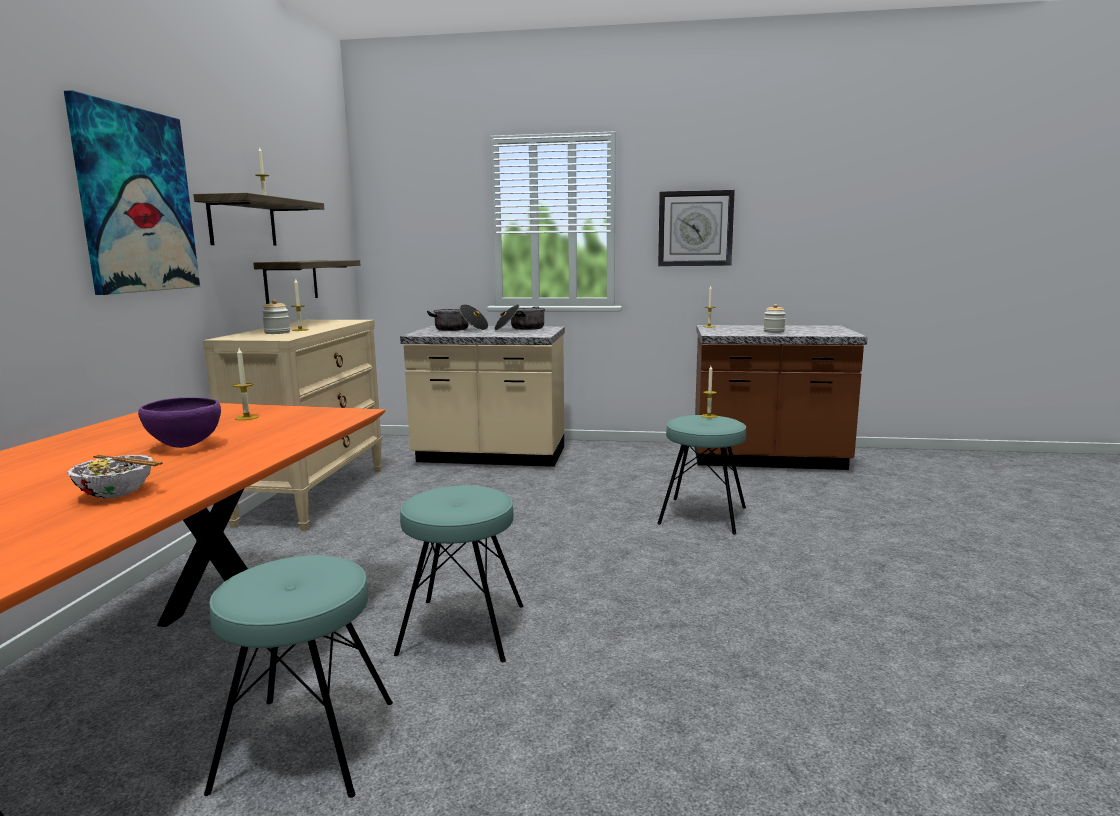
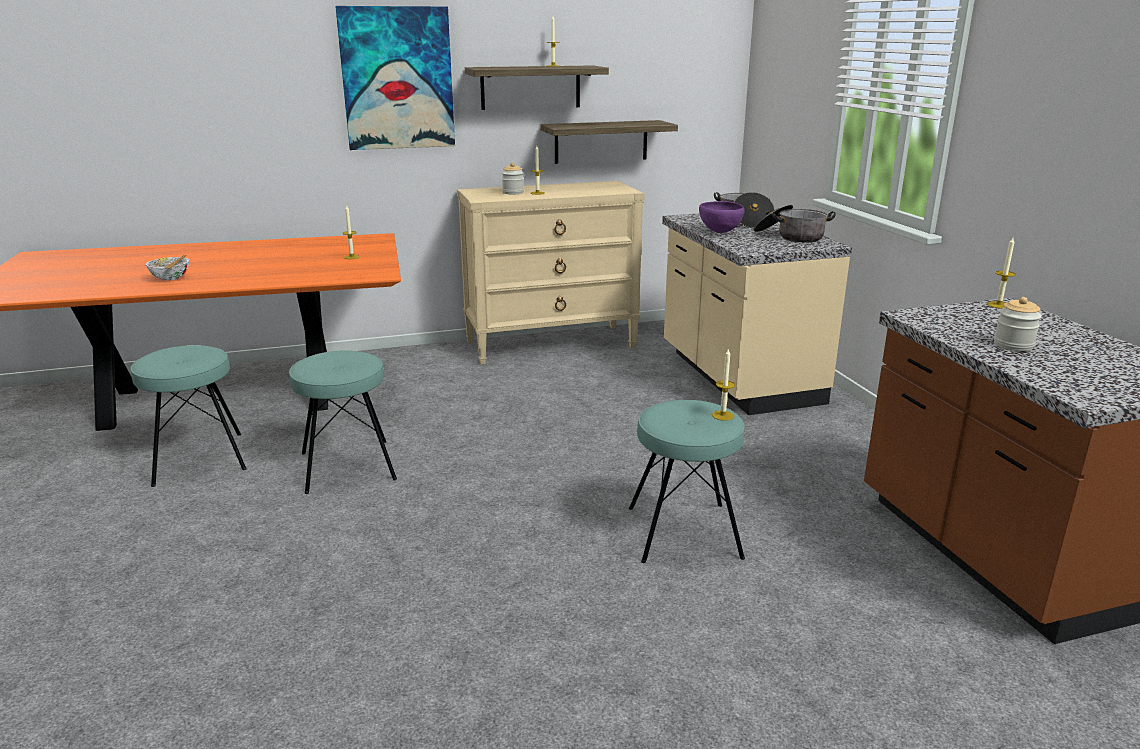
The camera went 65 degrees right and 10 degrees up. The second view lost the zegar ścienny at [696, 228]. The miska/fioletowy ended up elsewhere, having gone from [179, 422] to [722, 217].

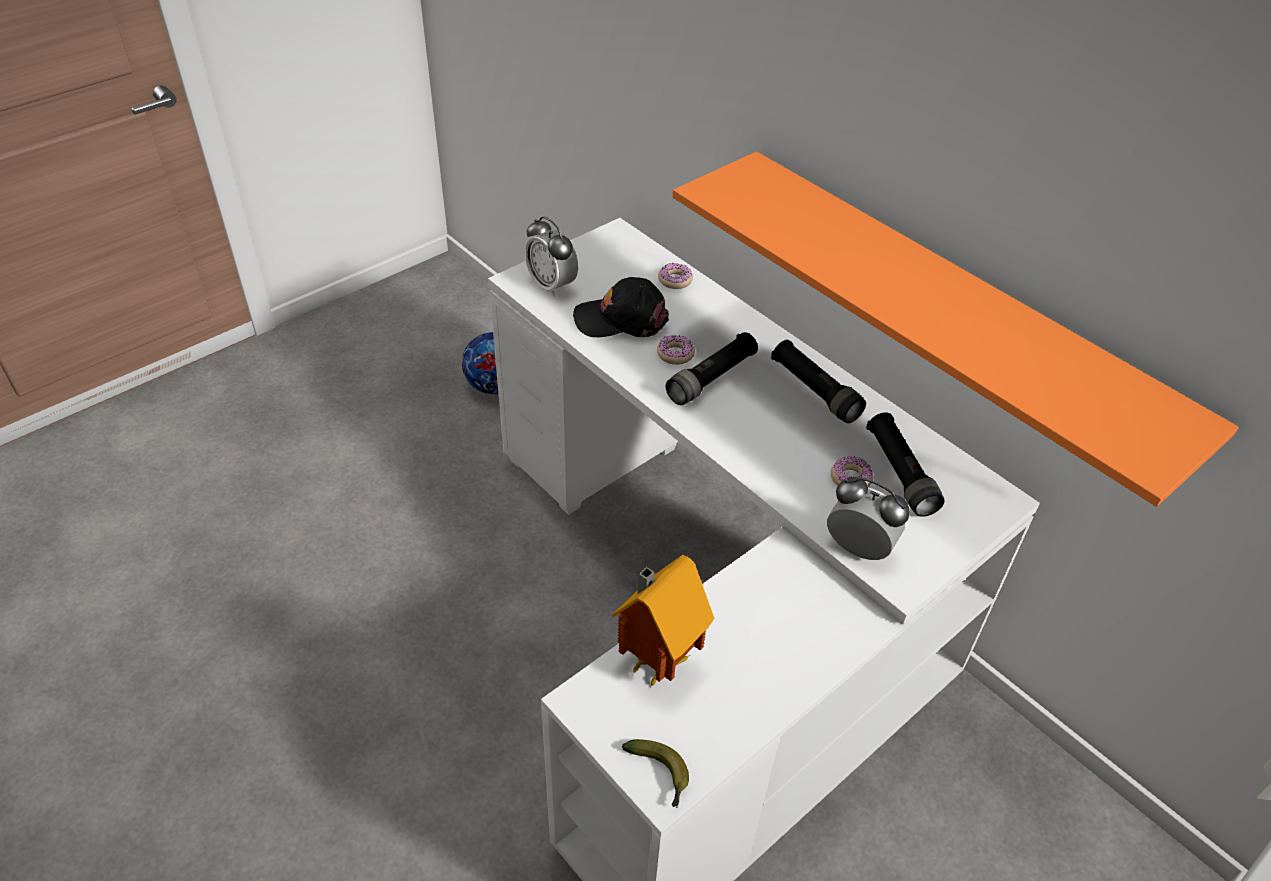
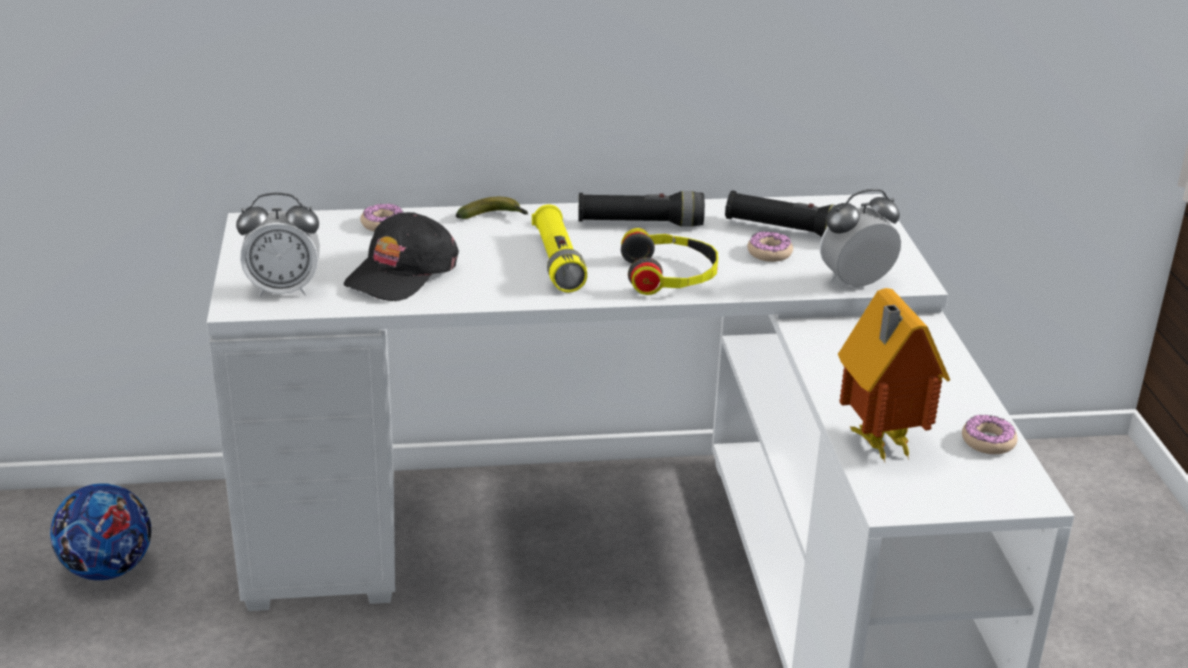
The camera went 55 degrees left and 15 degrees down. The second view lost the półka/pomarańczowy at [955, 329]. The second view gained the słuchawki at [669, 261]. The banan ended up elsewhere, having gone from [655, 773] to [492, 208]. The donut ended up elsewhere, having gone from [676, 350] to [990, 434]. What was the latarka/czarny at [712, 368] turned into the latarka/żółty at [559, 248].

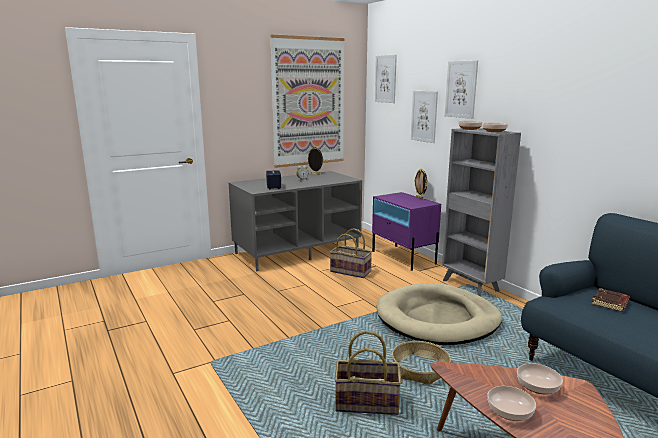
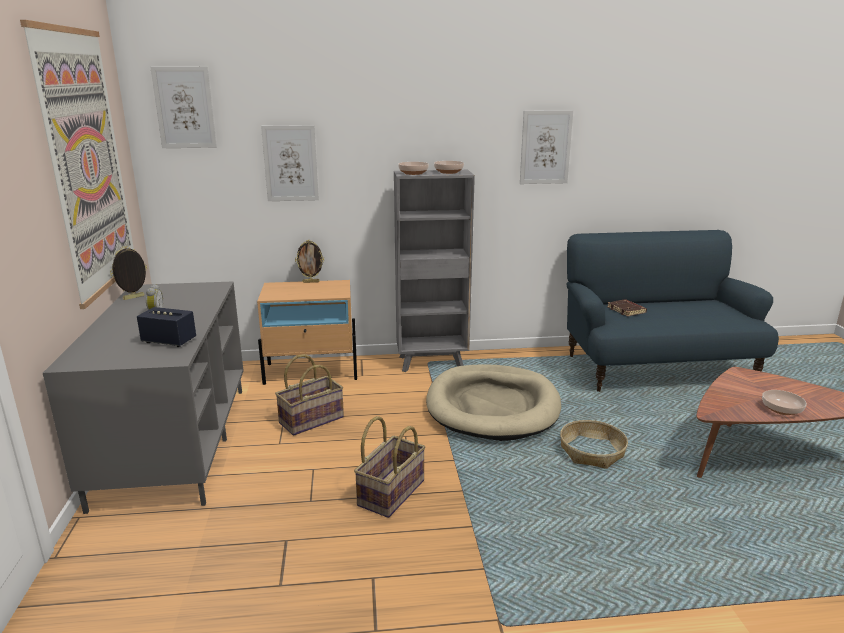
The camera went 65 degrees left and 5 degrees up. The second view lost the miska at [540, 378]. The koszyk ended up elsewhere, having gone from [368, 372] to [390, 467]. The obraz ended up elsewhere, having gone from [461, 89] to [546, 147]. What was the szafka nocna/fioletowy at [406, 231] turned into the szafka nocna/beżowy at [307, 332].

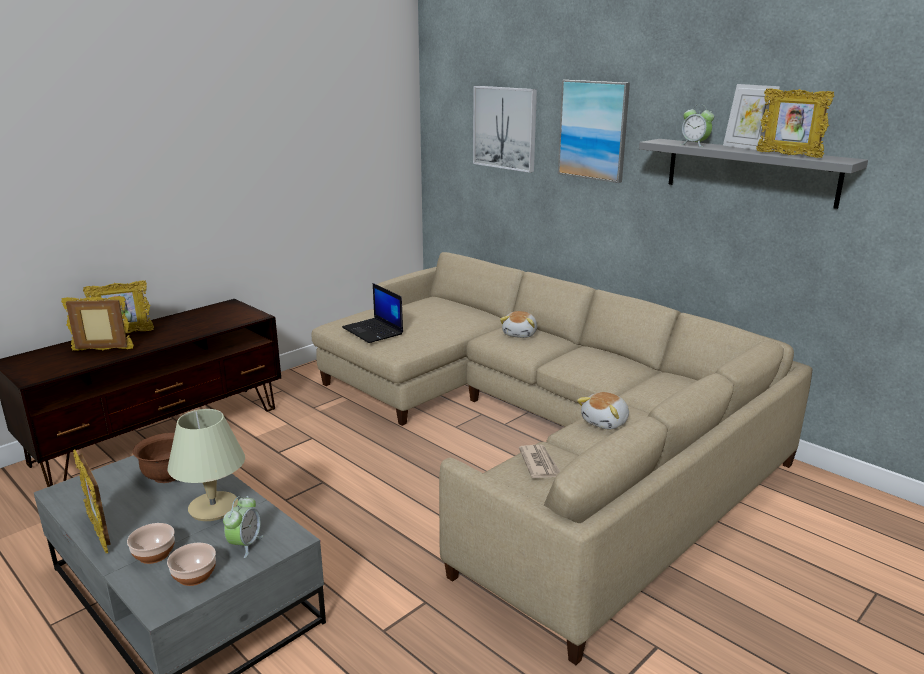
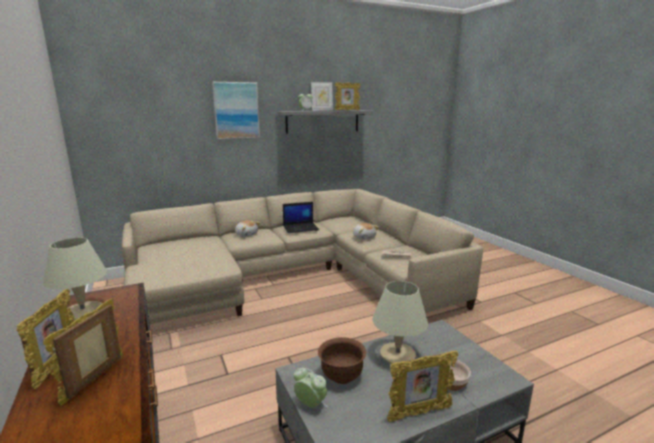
The camera went 70 degrees left and 5 degrees down. The second view lost the miska at [191, 564]. The second view lost the obraz at [505, 129]. The second view gained the lampa stołowa/beżowy at [75, 278]. The budzik ended up elsewhere, having gone from [243, 527] to [311, 388]. The laptop ended up elsewhere, having gone from [372, 313] to [301, 217].

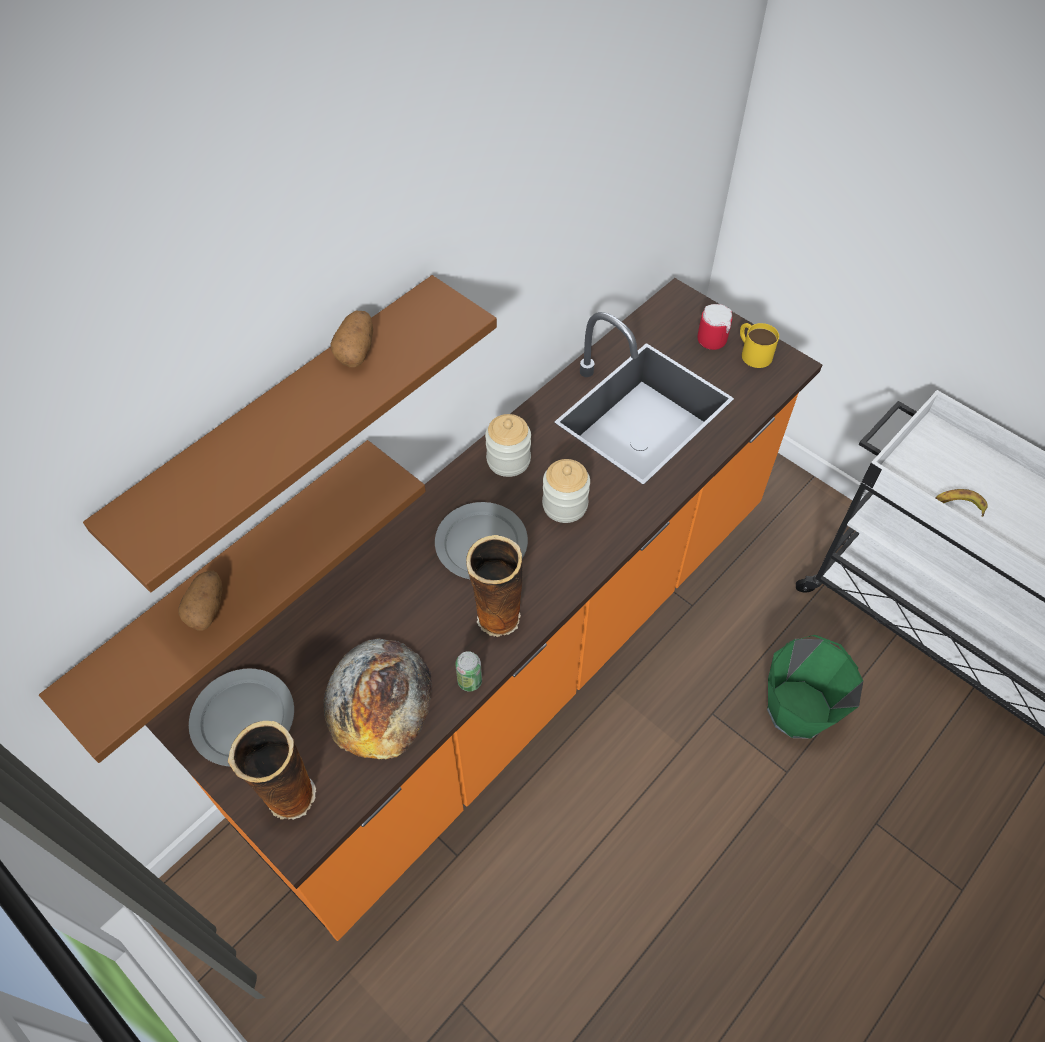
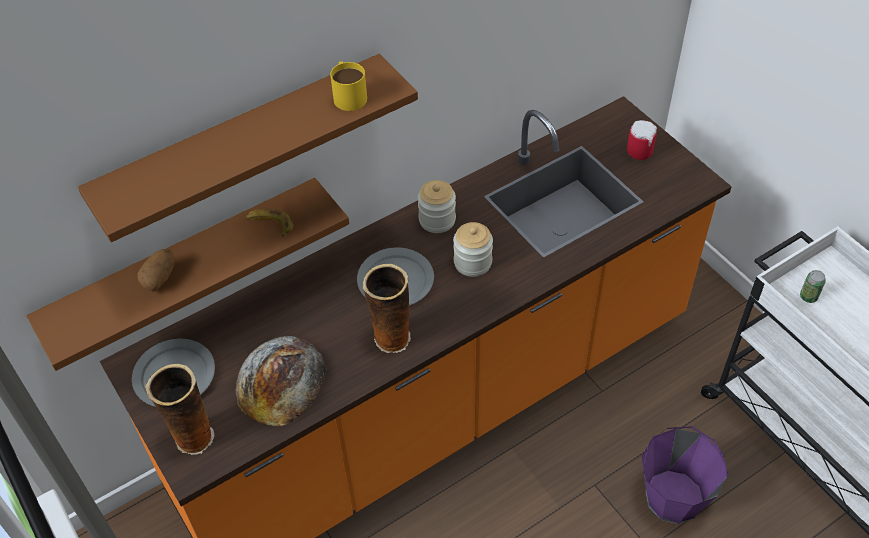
The camera went 15 degrees right and 5 degrees down. The second view lost the ziemniak at [351, 339]. The puszka ended up elsewhere, having gone from [468, 671] to [813, 286]. The kubek/żółty ended up elsewhere, having gone from [759, 345] to [348, 86]. The banan ended up elsewhere, having gone from [961, 503] to [269, 223]. What was the wiadro/zielony at [815, 687] turned into the wiadro/fioletowy at [684, 475].

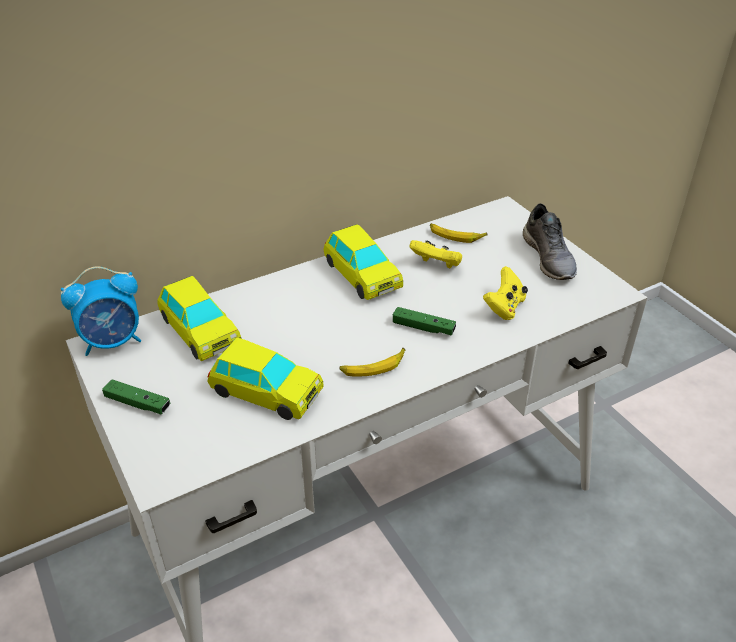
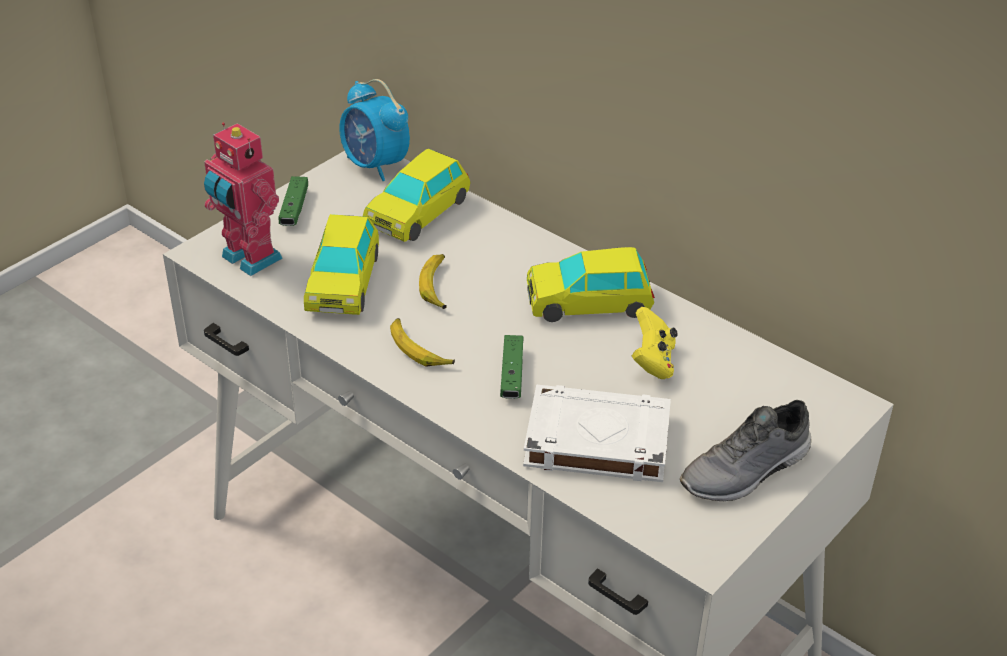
The camera went 70 degrees right and 0 degrees up. The second view gained the robot zabawkowy at [243, 199]. The banan ended up elsewhere, having gone from [458, 233] to [433, 281]. Where the pad do gier/żółty stood at [505, 293], the książka/biały came to stand at [597, 433]. The samochodzik at [363, 262] ended up facing another way, 45 degrees clockwise from before.

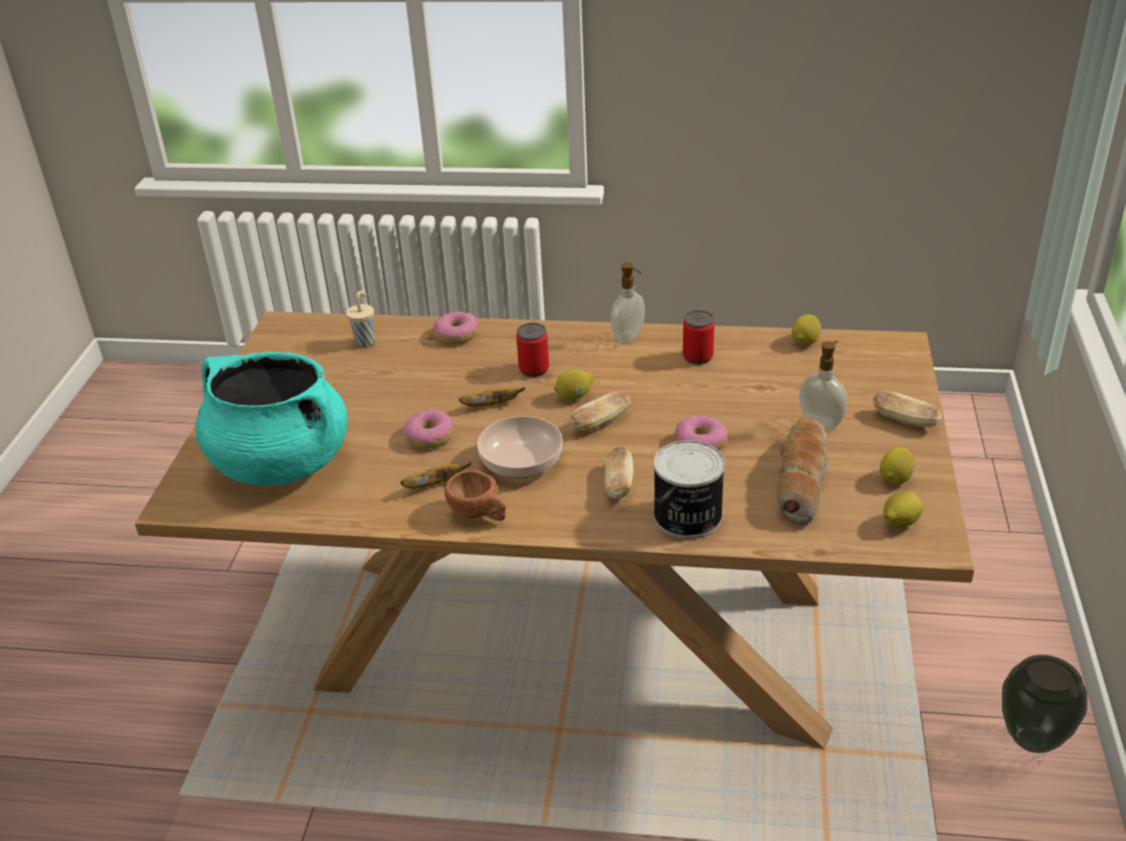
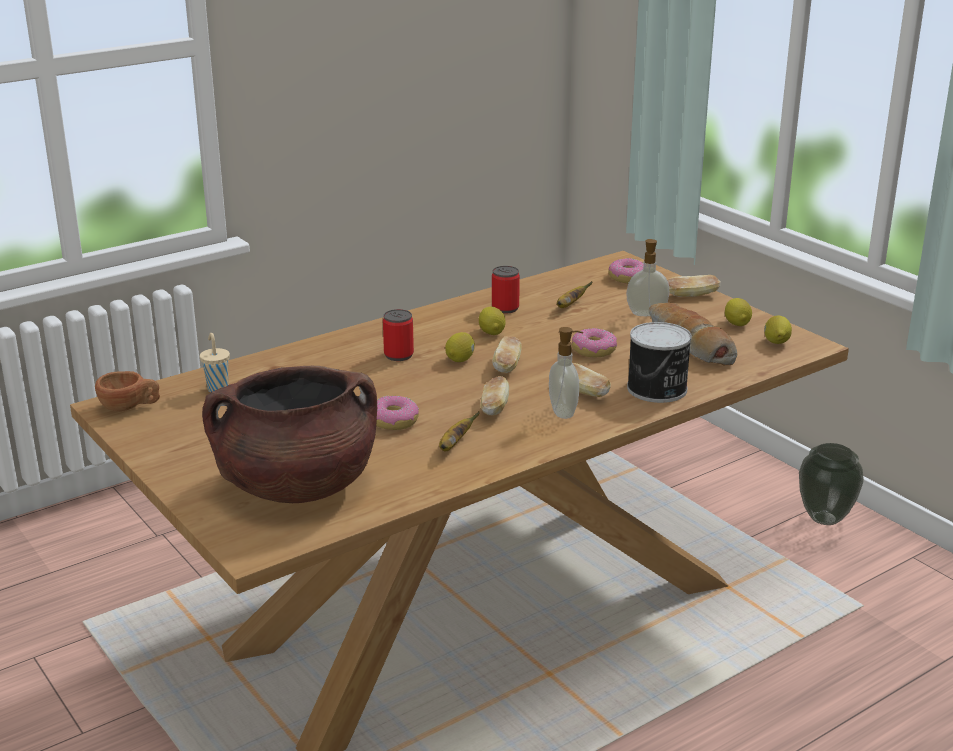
The camera went 45 degrees left and 10 degrees down. The donut ended up elsewhere, having gone from [455, 327] to [626, 271]. The filiżanka/brązowy ended up elsewhere, having gone from [475, 495] to [127, 391]. The banan ended up elsewhere, having gone from [492, 397] to [575, 294]. The dozownik mydła ended up elsewhere, having gone from [628, 303] to [566, 373]. The cytryna ended up elsewhere, having gone from [806, 330] to [492, 321]. Where the miska stood at [520, 447], the chleb came to stand at [494, 395]. What was the garnek/turkusowy at [271, 419] turned into the garnek/brązowy at [289, 434].

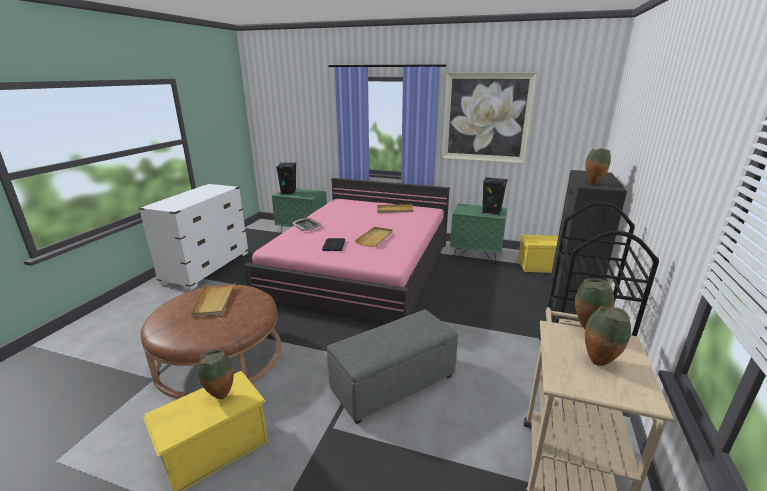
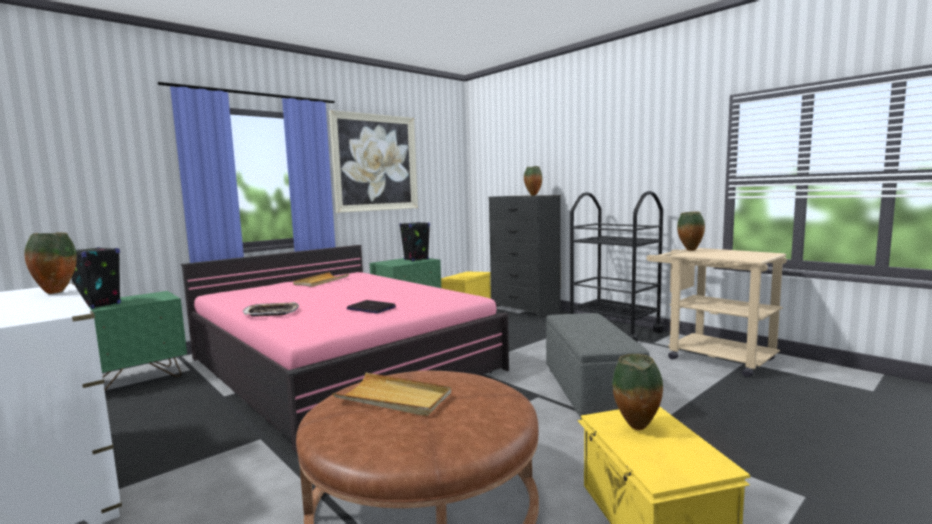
The camera went 60 degrees left and 15 degrees down. The second view lost the taca/beżowy at [374, 237]. The wazon ended up elsewhere, having gone from [608, 336] to [50, 263].

